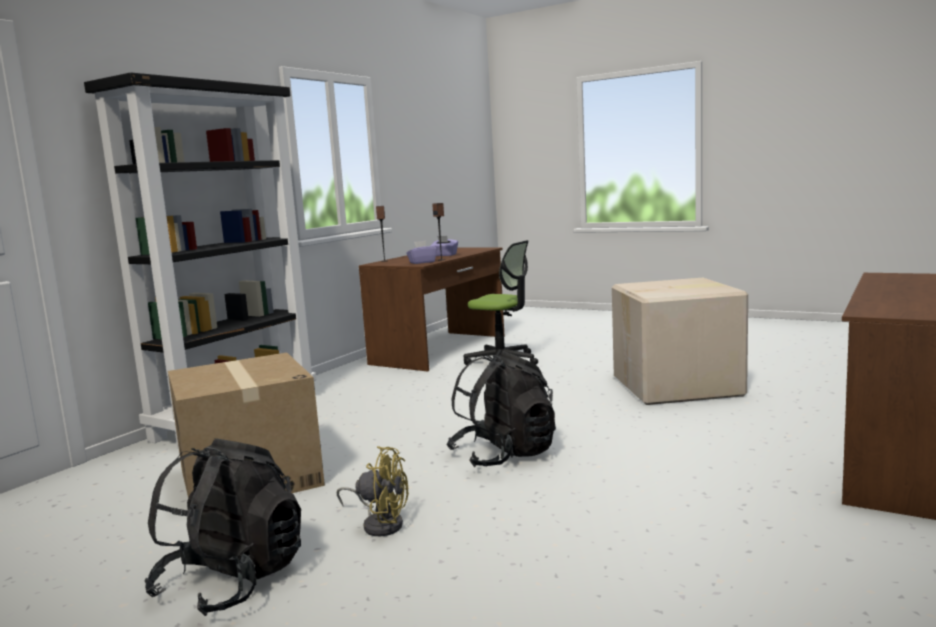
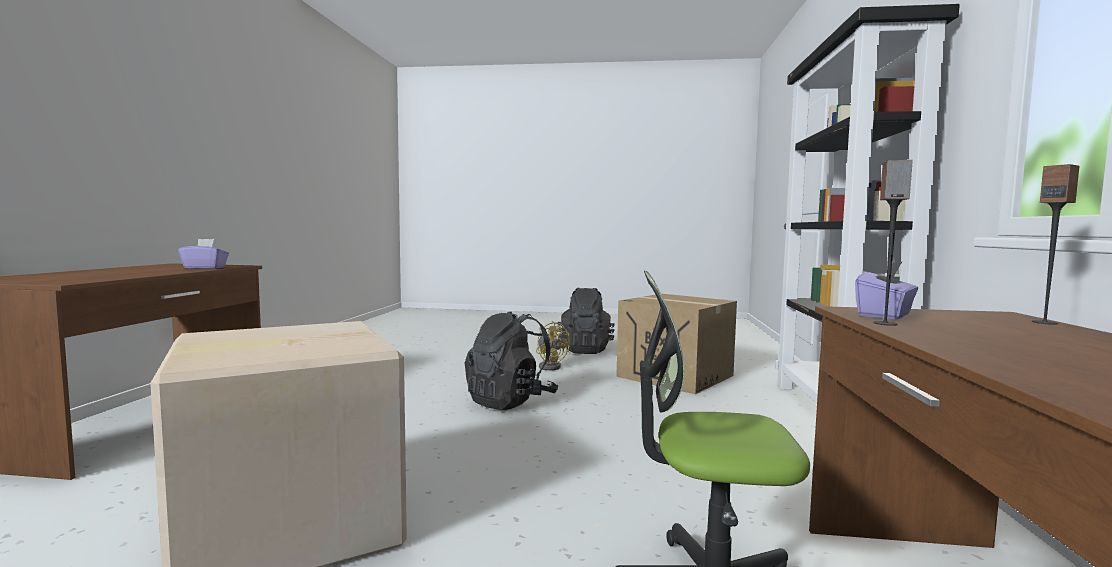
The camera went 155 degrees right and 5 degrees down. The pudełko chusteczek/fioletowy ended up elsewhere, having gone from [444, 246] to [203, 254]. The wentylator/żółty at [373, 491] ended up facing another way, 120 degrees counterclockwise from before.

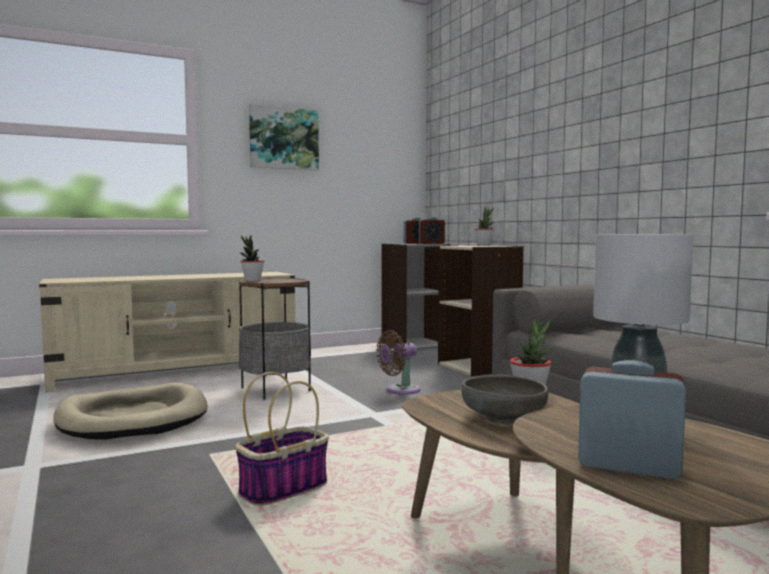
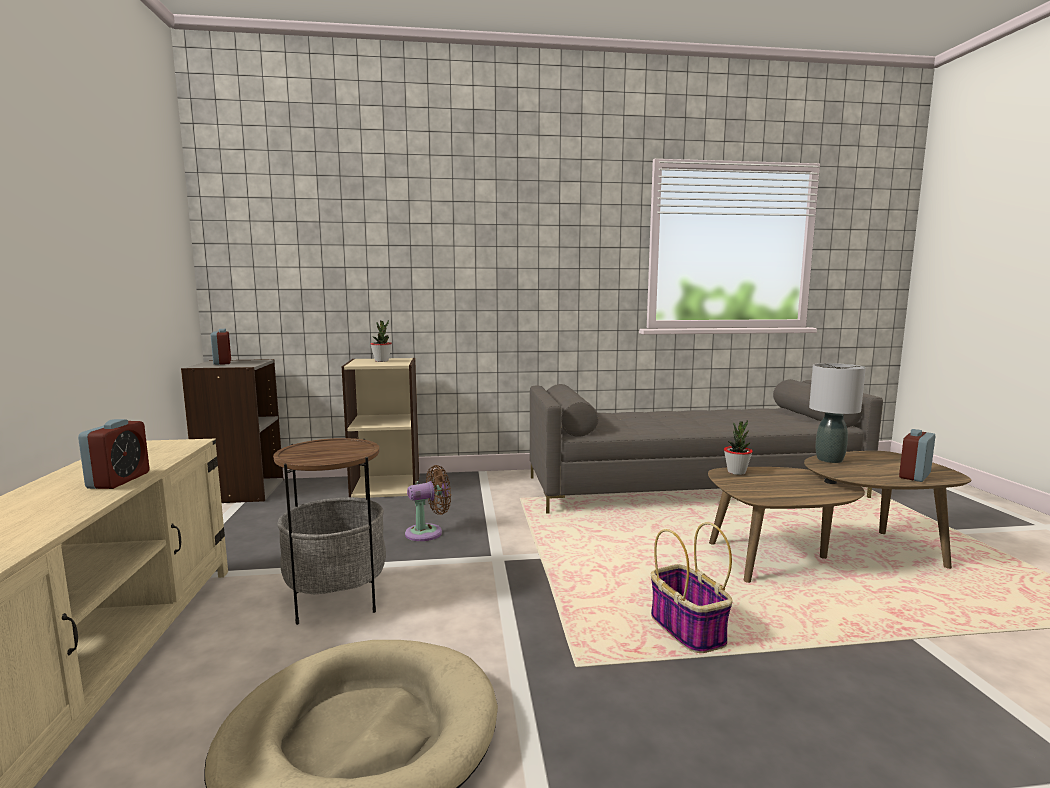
The camera went 70 degrees left and 5 degrees up. The second view lost the roślina doniczkowa at [252, 258]. The second view lost the obraz at [284, 137]. The second view lost the miska/szary at [504, 399]. The budzik ended up elsewhere, having gone from [432, 230] to [114, 454]. The wentylator/brązowy at [398, 362] ended up facing another way, 105 degrees counterclockwise from before.

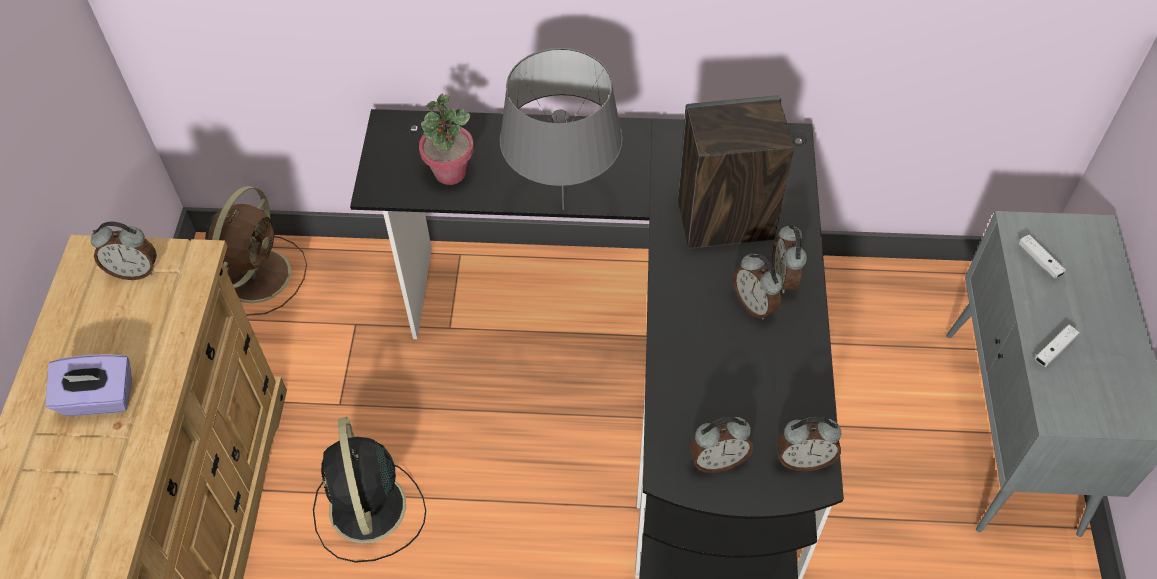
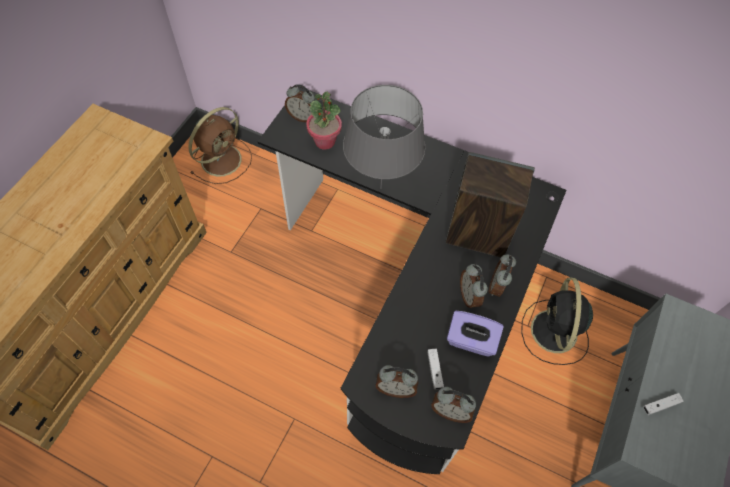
The camera went 20 degrees right and 5 degrees up. The pudełko chusteczek/fioletowy ended up elsewhere, having gone from [89, 385] to [475, 334]. The budzik ended up elsewhere, having gone from [124, 251] to [300, 103]. The wentylator/czarny ended up elsewhere, having gone from [369, 490] to [557, 321]. The pad do gier/biały ended up elsewhere, having gone from [1042, 256] to [435, 369].

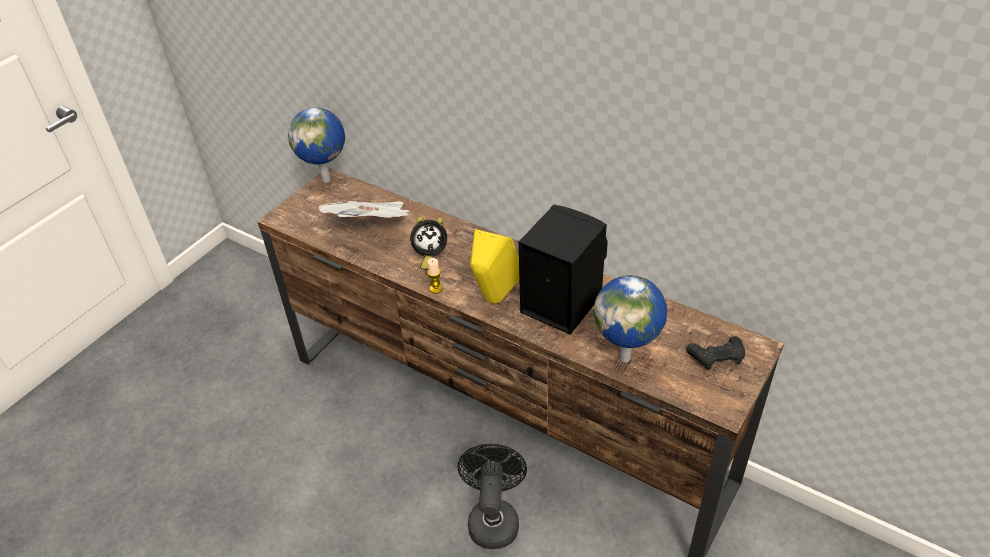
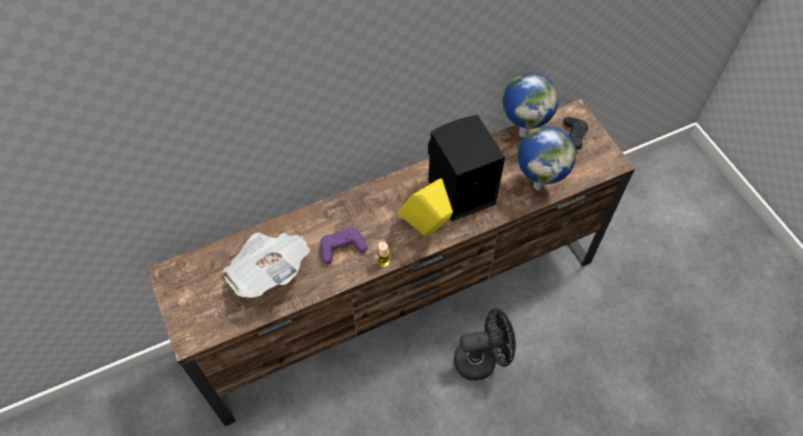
The camera went 60 degrees left and 15 degrees up. The globus ended up elsewhere, having gone from [316, 145] to [531, 105]. Where the budzik stood at [428, 242], the pad do gier/fioletowy came to stand at [344, 245]. The wentylator/czarny at [492, 496] ended up facing another way, 135 degrees clockwise from before.

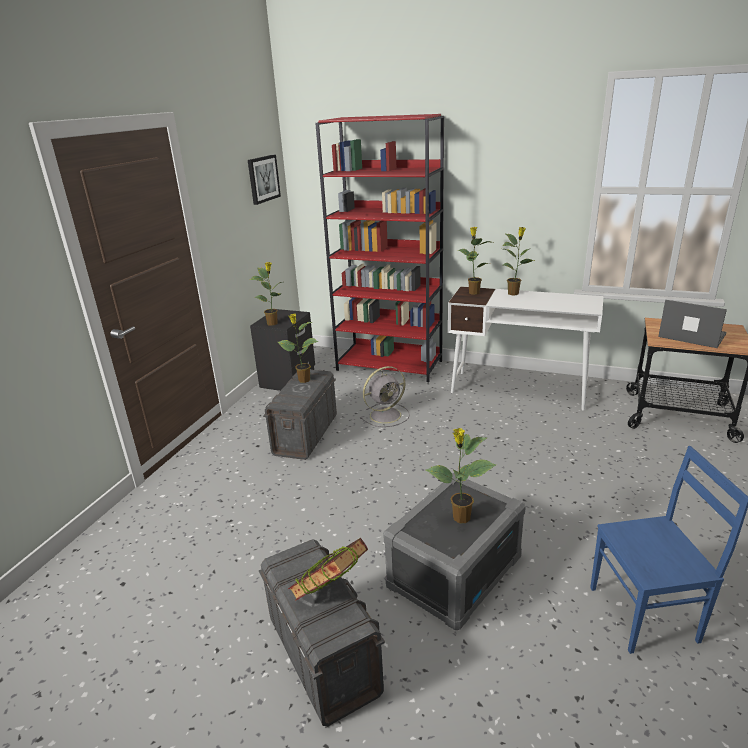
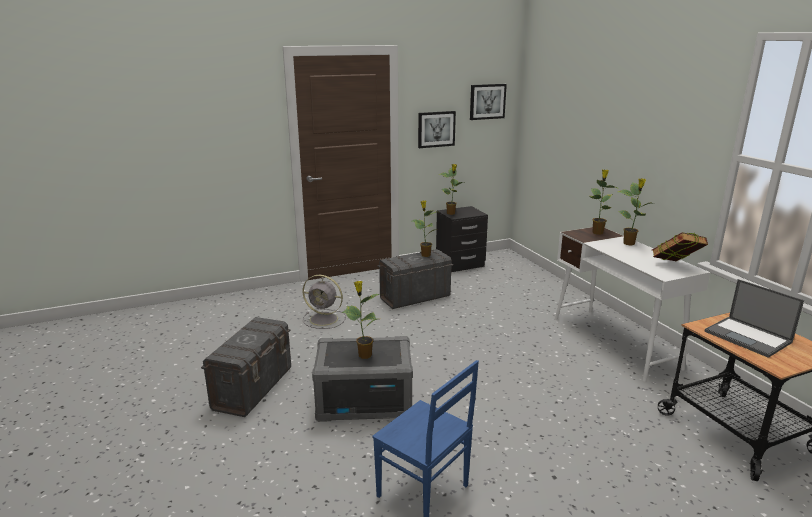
The camera went 45 degrees right and 5 degrees down. The second view lost the regał/czerwony at [379, 248]. The second view gained the obraz at [437, 129]. The książka ended up elsewhere, having gone from [328, 569] to [680, 246]. The wentylator/szary ended up elsewhere, having gone from [385, 396] to [324, 302]. The laptop at [692, 324] ended up facing another way, 150 degrees clockwise from before.

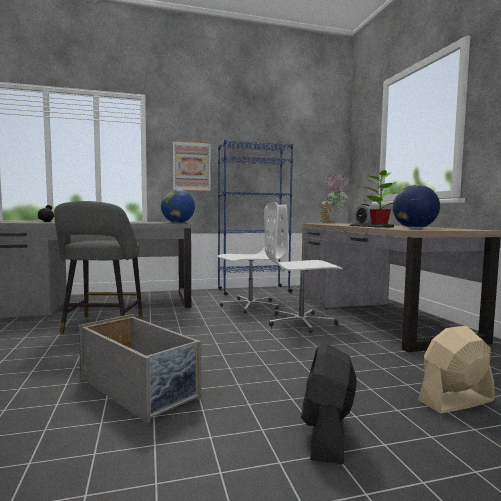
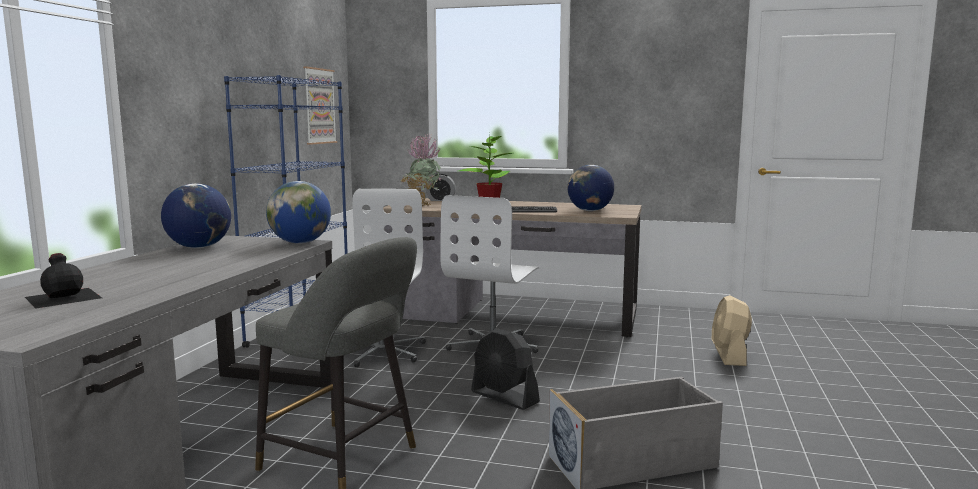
The camera went 60 degrees left and 5 degrees up. The second view gained the globus at [196, 215]. The obraz ended up elsewhere, having gone from [192, 166] to [320, 105]. The wentylator/czarny ended up elsewhere, having gone from [329, 404] to [505, 369].

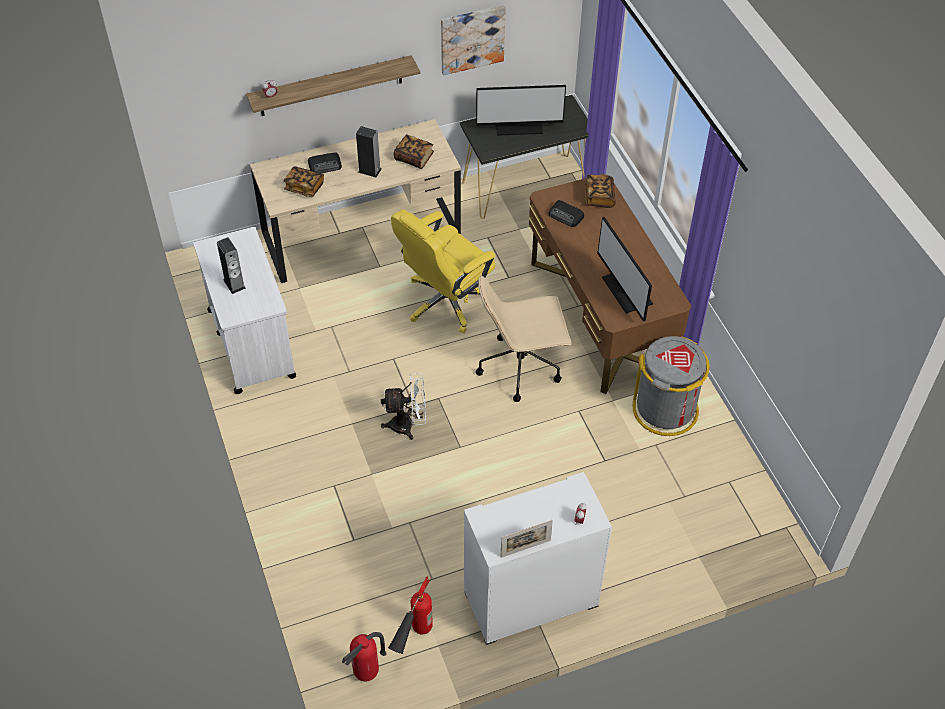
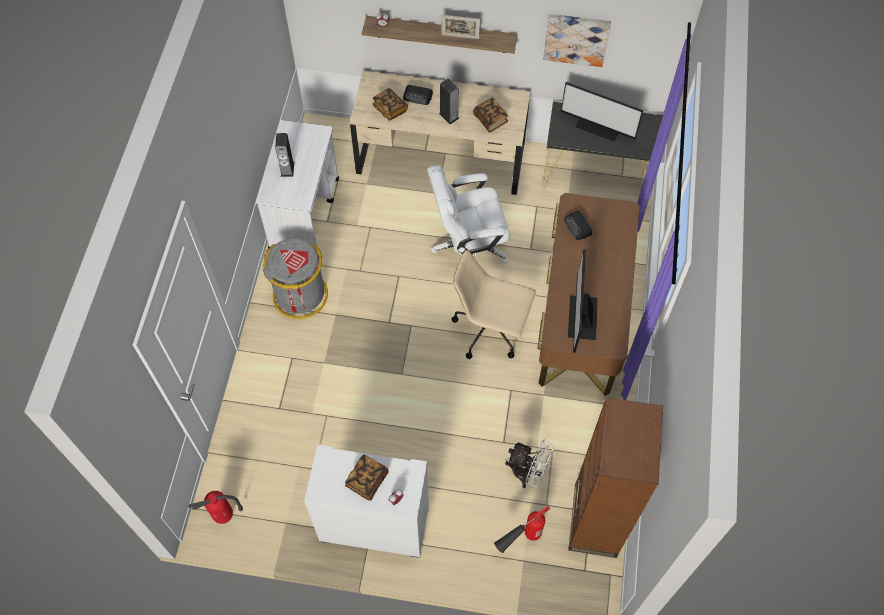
The camera went 30 degrees right and 10 degrees up. The second view gained the regał/brązowy at [615, 477]. The wentylator/biały ended up elsewhere, having gone from [403, 406] to [529, 464]. The gaśnica ended up elsewhere, having gone from [410, 615] to [522, 529]. The ramka na zdjęcie ended up elsewhere, having gone from [526, 539] to [460, 27]. The książka ended up elsewhere, having gone from [600, 191] to [367, 477]. The kosz na śmieci/szary ended up elsewhere, having gone from [671, 386] to [295, 278]. What was the krzesło biurowe/żółty at [443, 271] turned into the krzesło biurowe/biały at [468, 215].

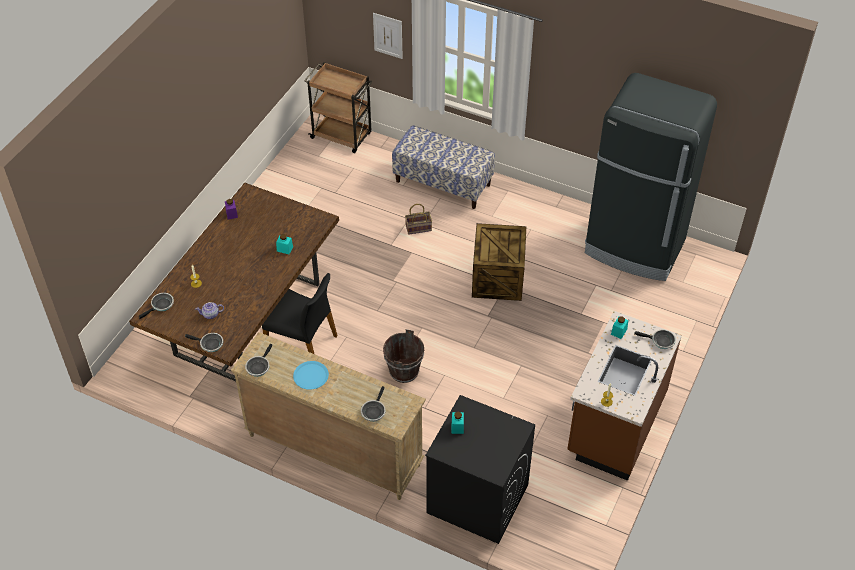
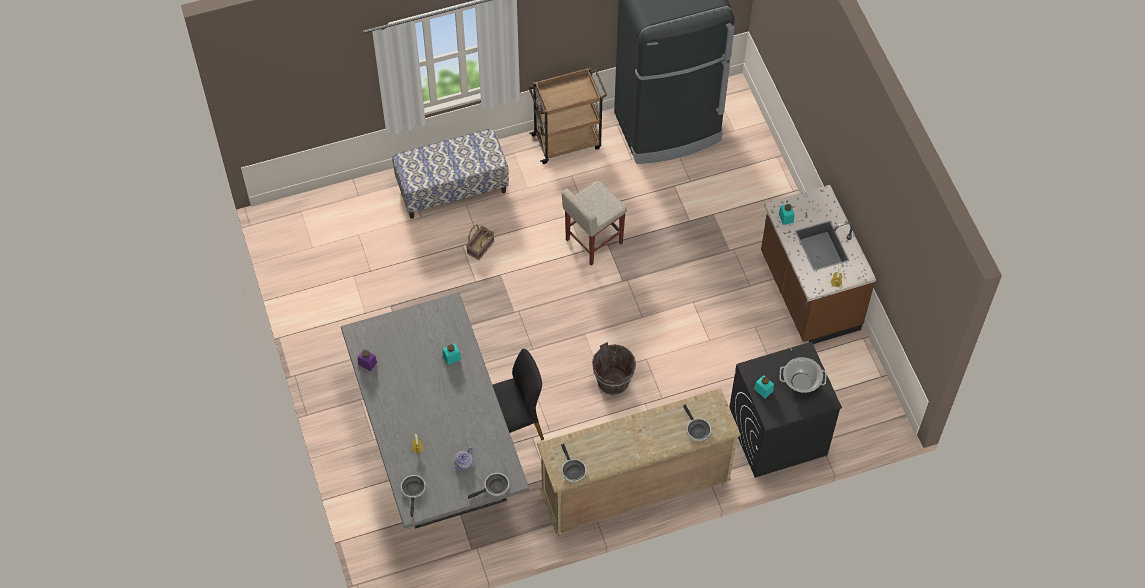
The camera went 45 degrees left and 10 degrees up. The second view lost the talerz/niebieski at [311, 375]. The second view lost the obraz at [388, 36]. The second view lost the patelnia at [655, 339]. The second view gained the garnek at [803, 374]. The wózek/brązowy ended up elsewhere, having gone from [338, 107] to [568, 115]. Where the skrzynka stood at [499, 262], the stołek/beżowy came to stand at [594, 223]. What was the stół jadalny/brązowy at [234, 282] turned into the stół jadalny/szary at [435, 411].

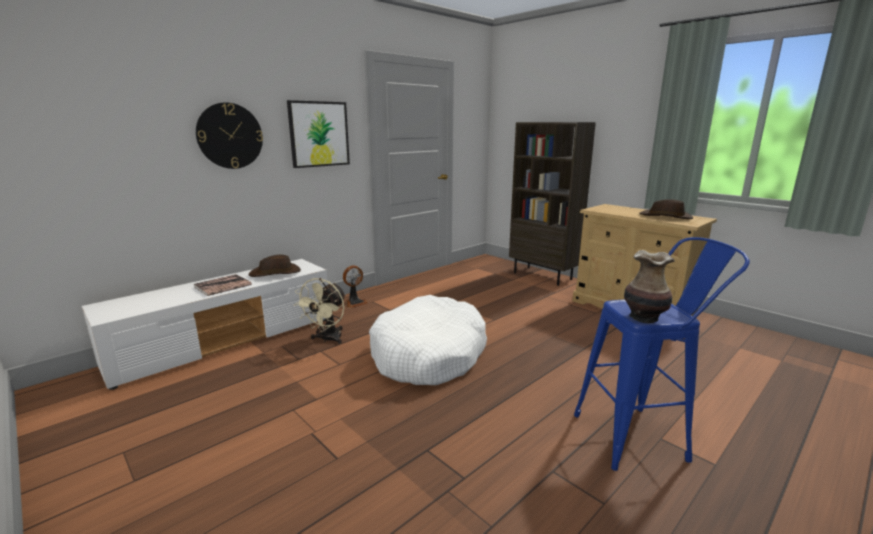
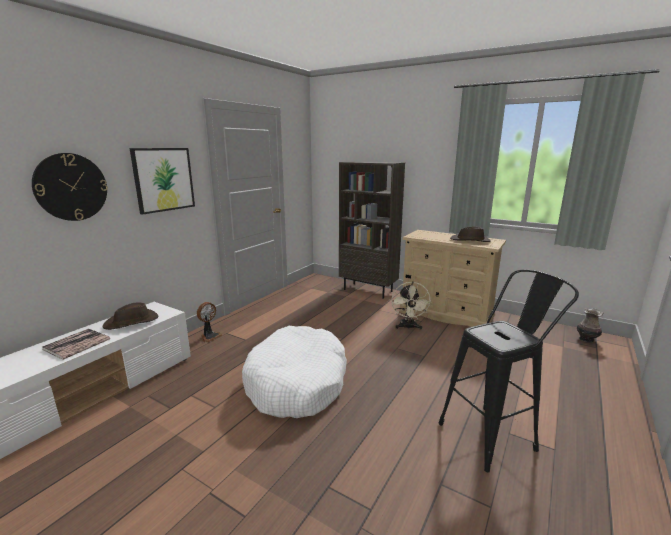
The camera went 15 degrees left and 0 degrees up. The wentylator/beżowy ended up elsewhere, having gone from [320, 311] to [411, 305]. The wazon ended up elsewhere, having gone from [649, 286] to [590, 325]. What was the stołek/niebieski at [662, 354] turned into the stołek/czarny at [509, 371].

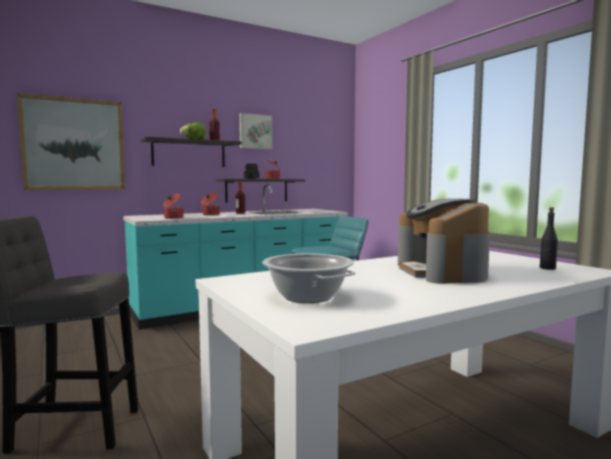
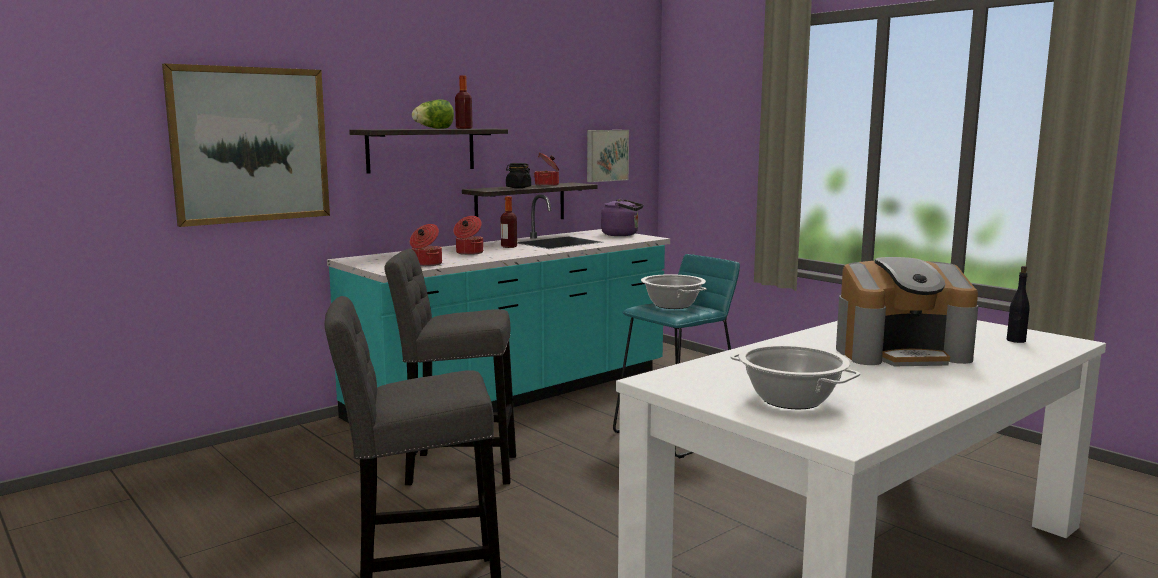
The camera went 10 degrees left and 5 degrees up. The second view gained the stołek/szary at [450, 367]. The second view gained the czajnik/fioletowy at [622, 217]. The second view gained the garnek at [674, 291]. The obraz ended up elsewhere, having gone from [256, 131] to [608, 156]. The ekspres do kawy at [444, 241] ended up facing another way, 75 degrees counterclockwise from before.

